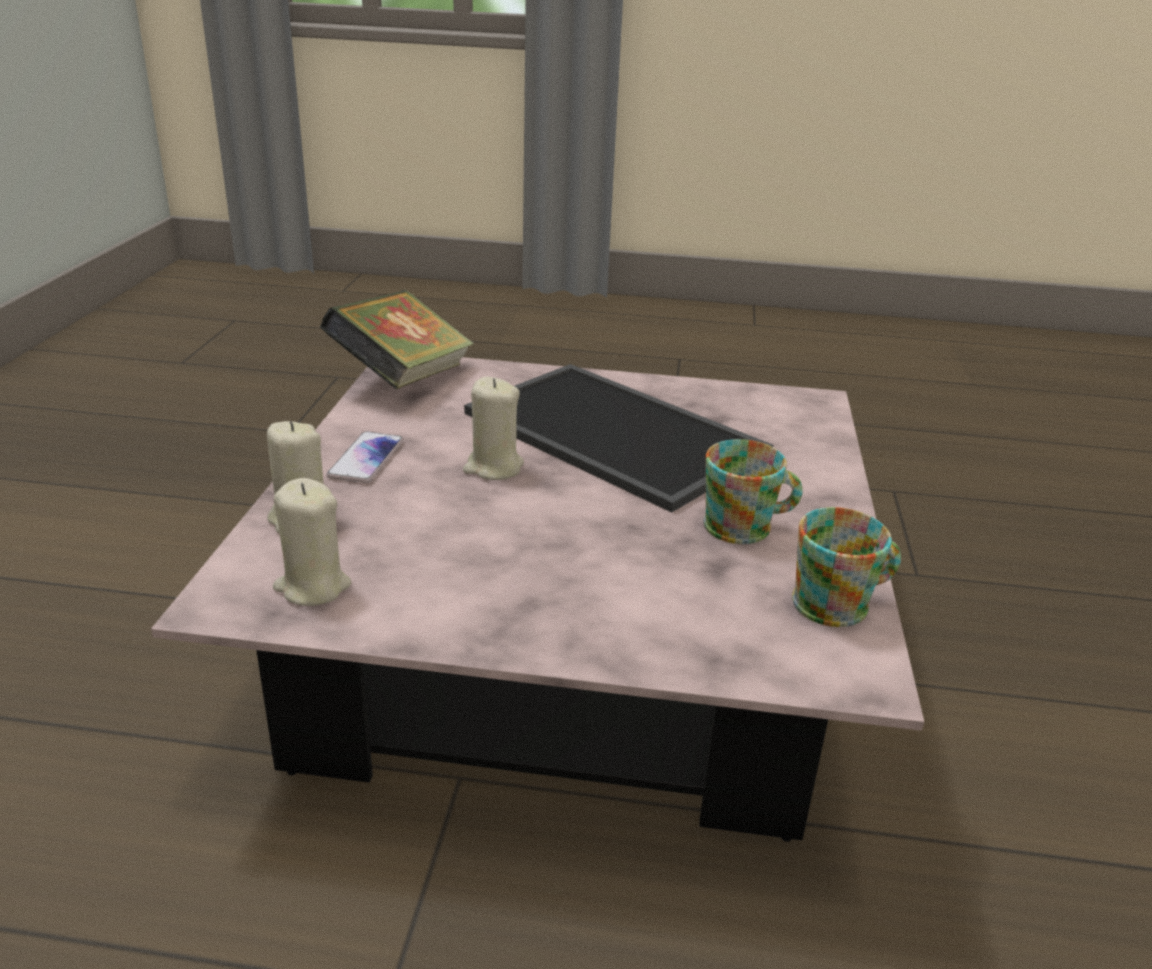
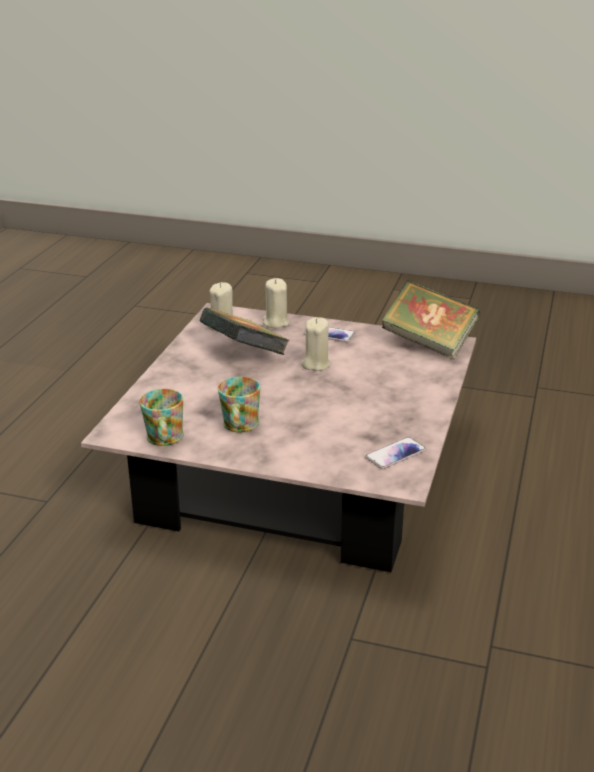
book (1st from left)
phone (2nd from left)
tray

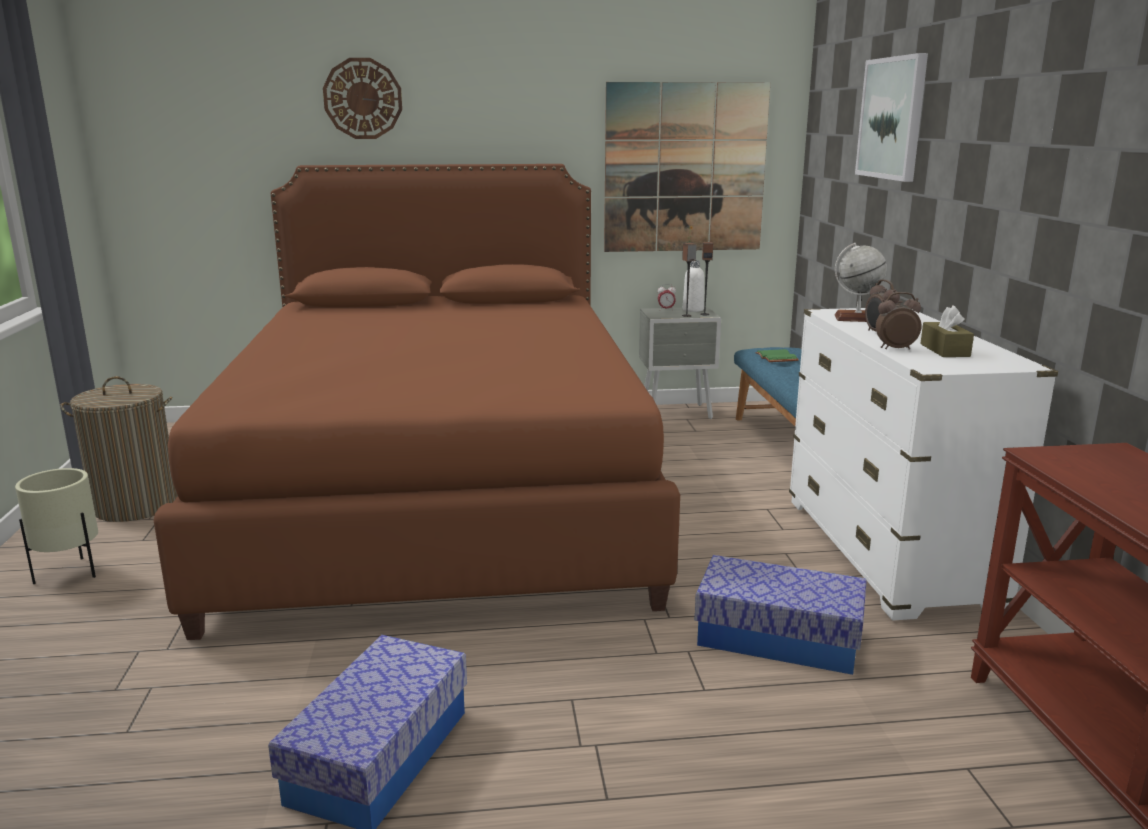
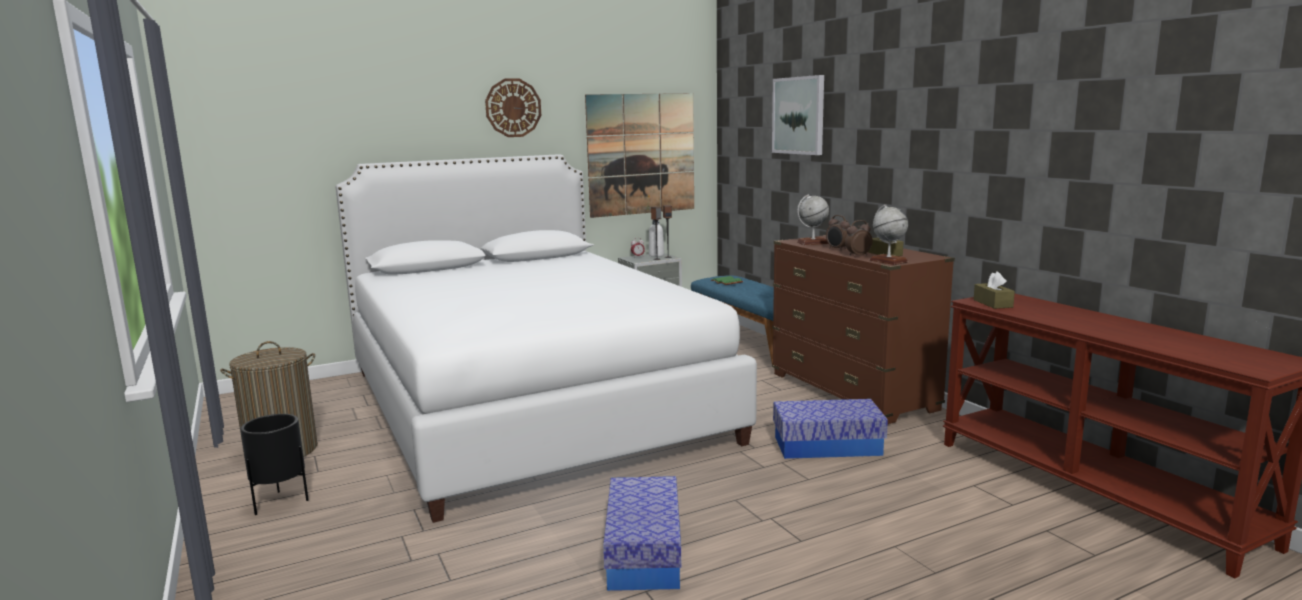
black planter
white bed
wall clock
brown dresser
globe (2nd from left)
brown tissue box (2nd from left)

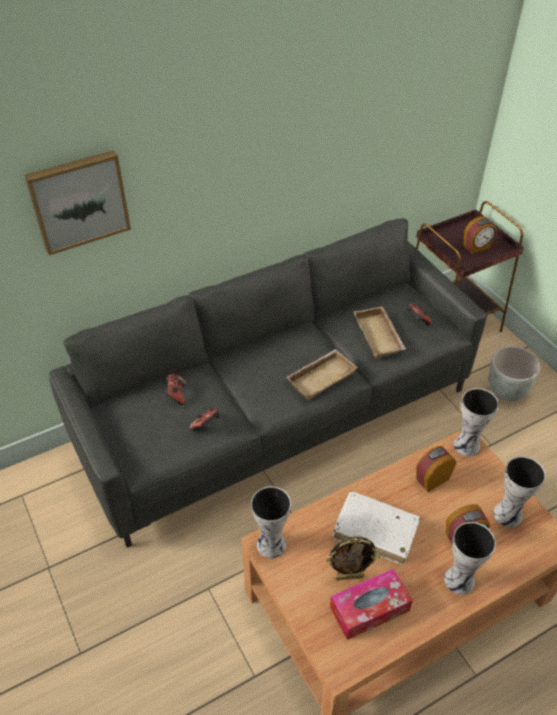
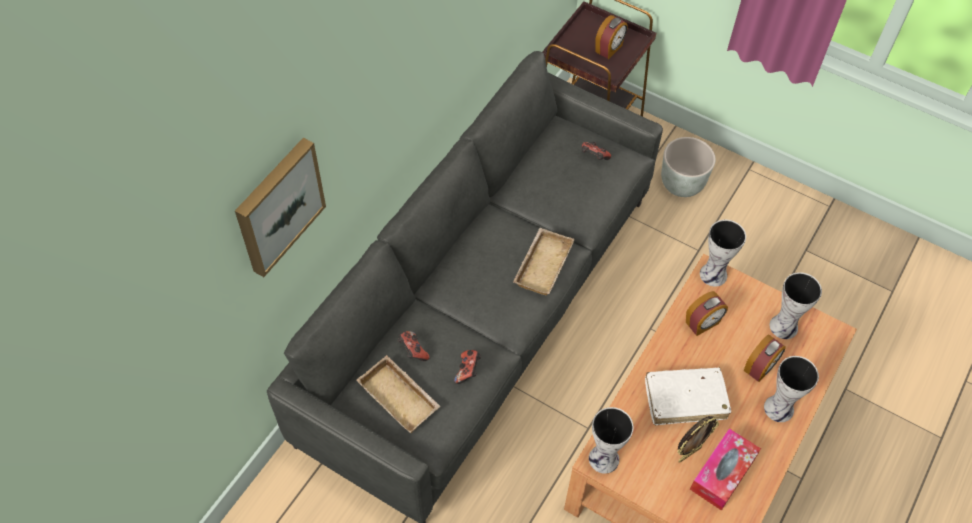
beige tray (1st from left)
alarm clock (2nd from left)

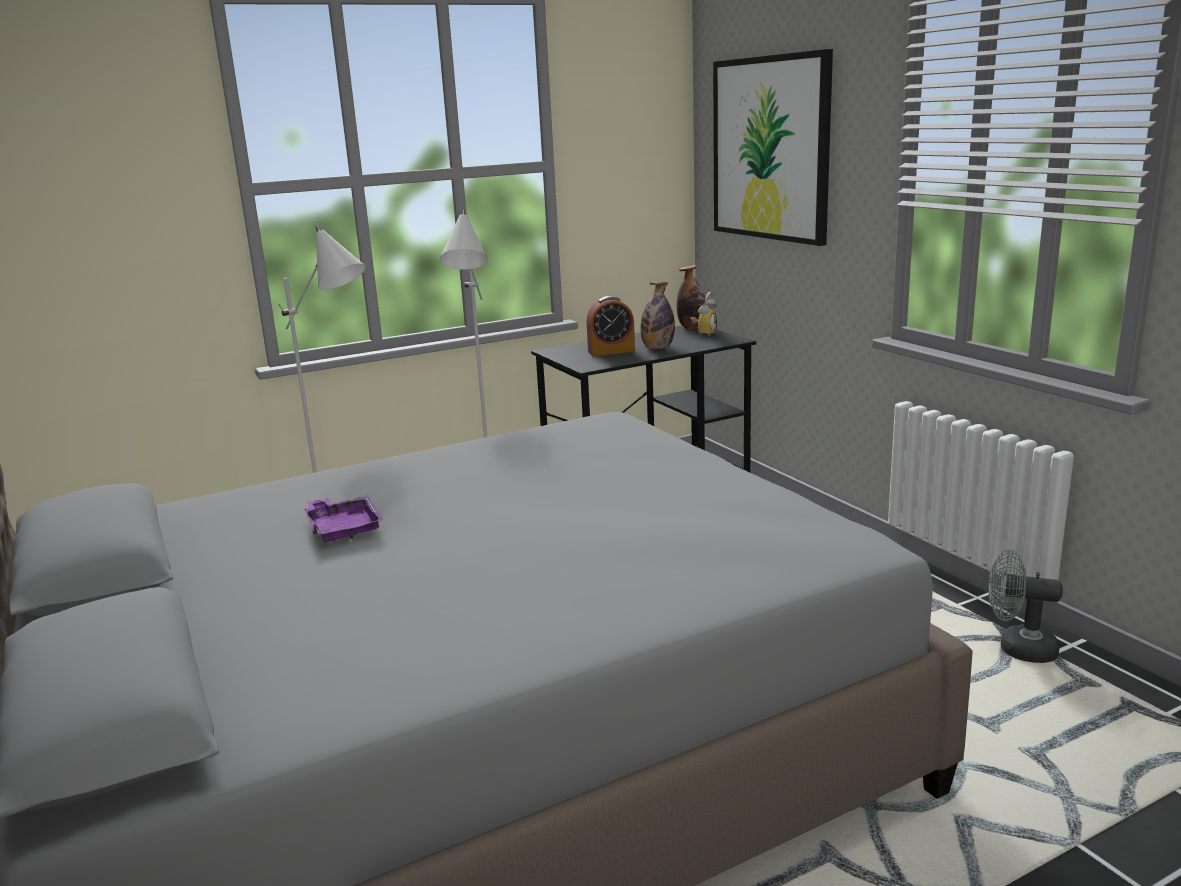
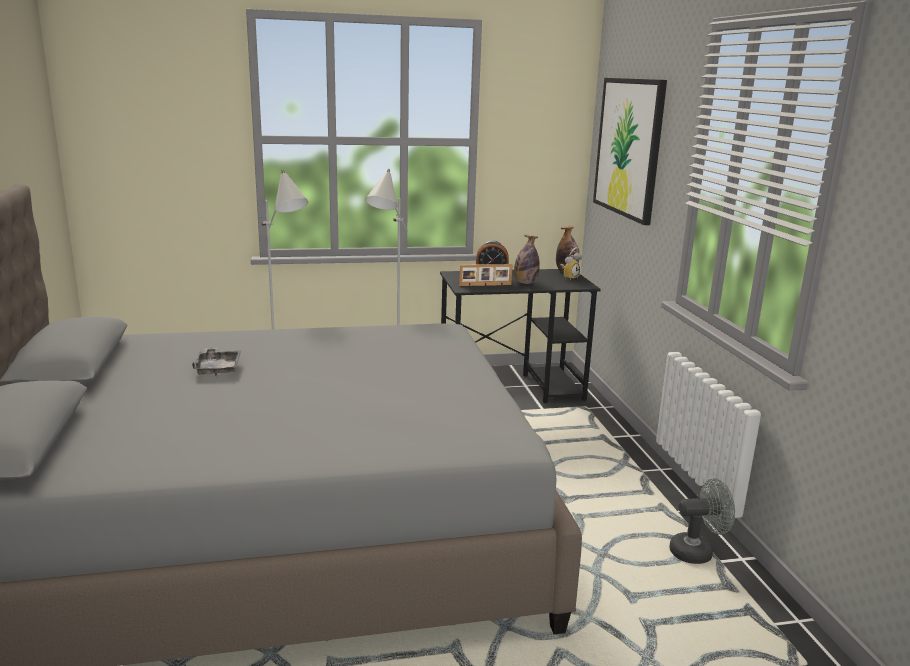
grey tray
picture frame
grey fan

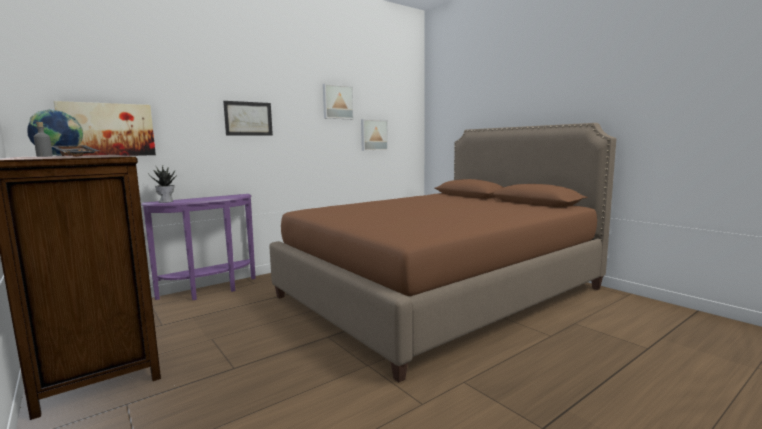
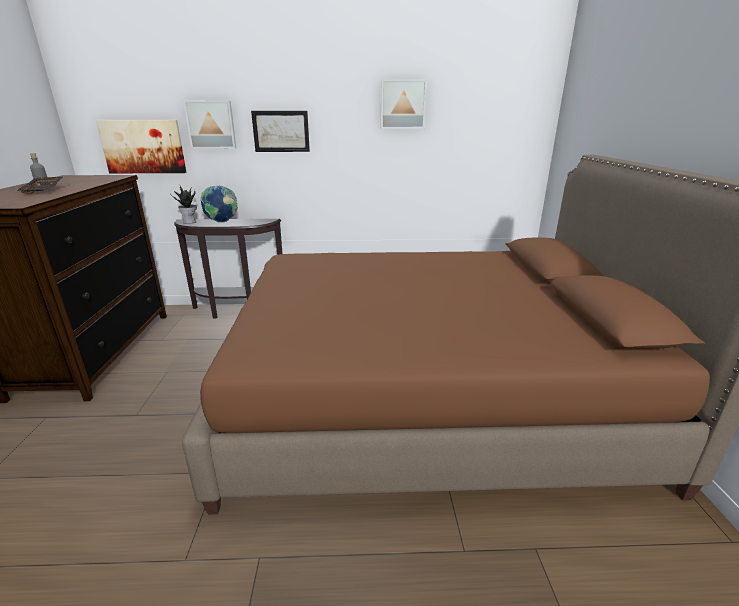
brown console table
picture (2nd from left)
globe

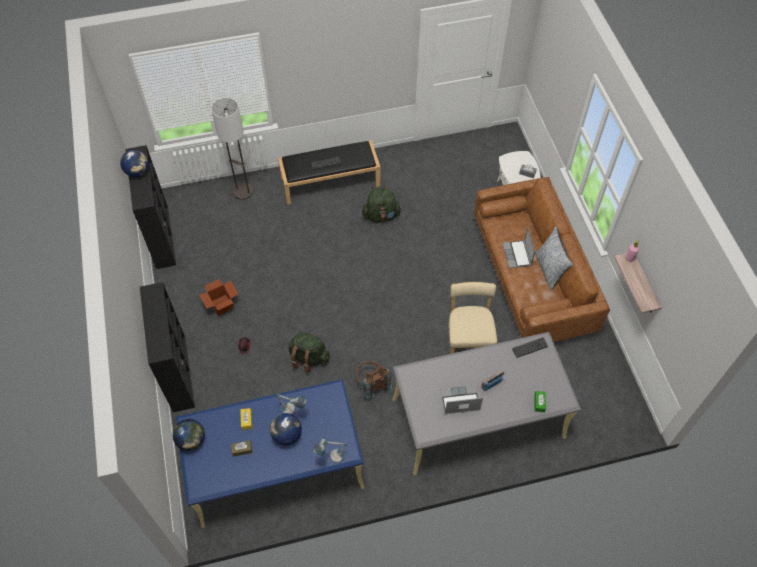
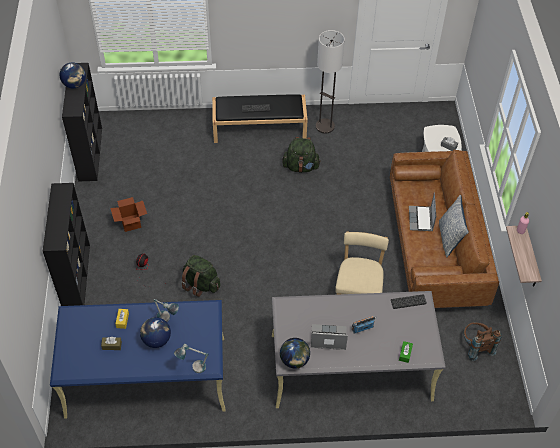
globe (3rd from left)
floor lamp
brown backpack

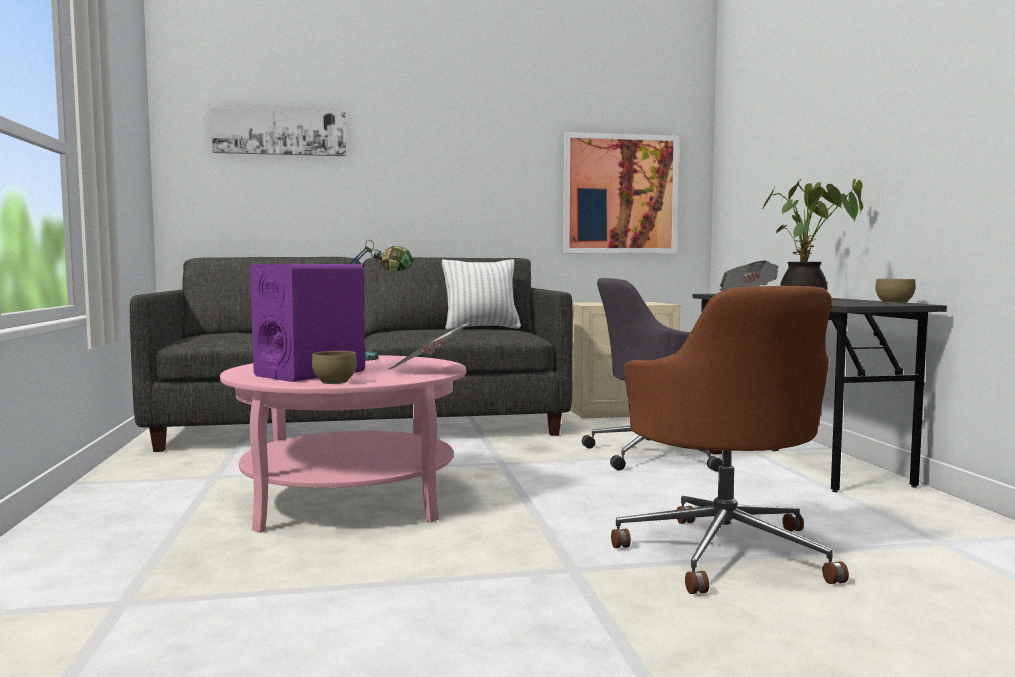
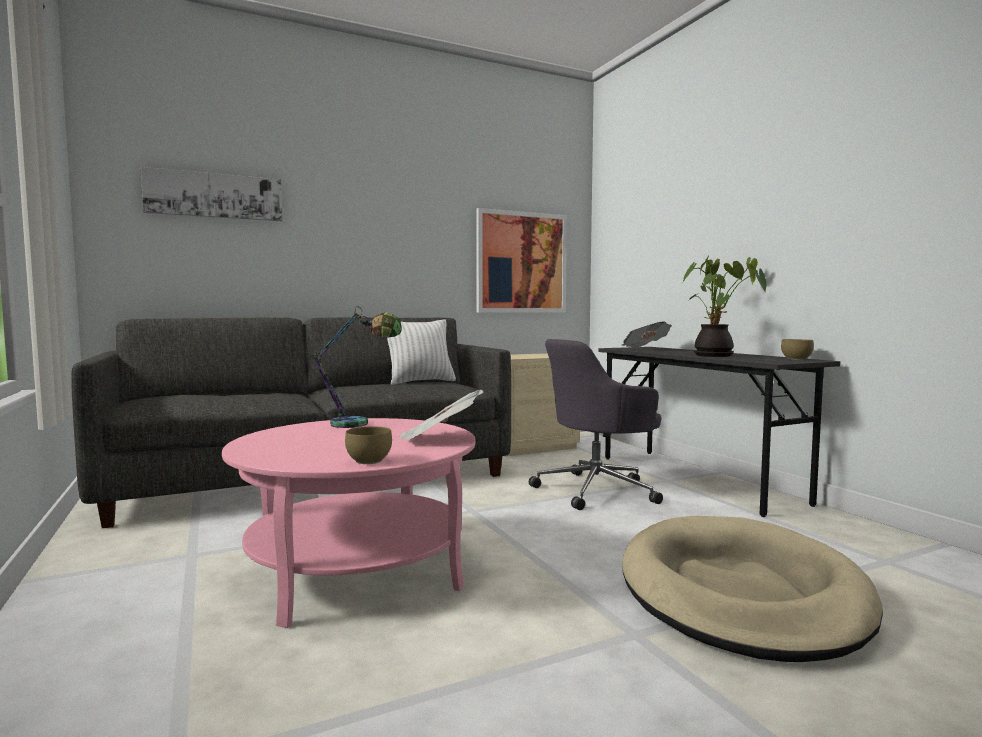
beige dog bed
purple speaker

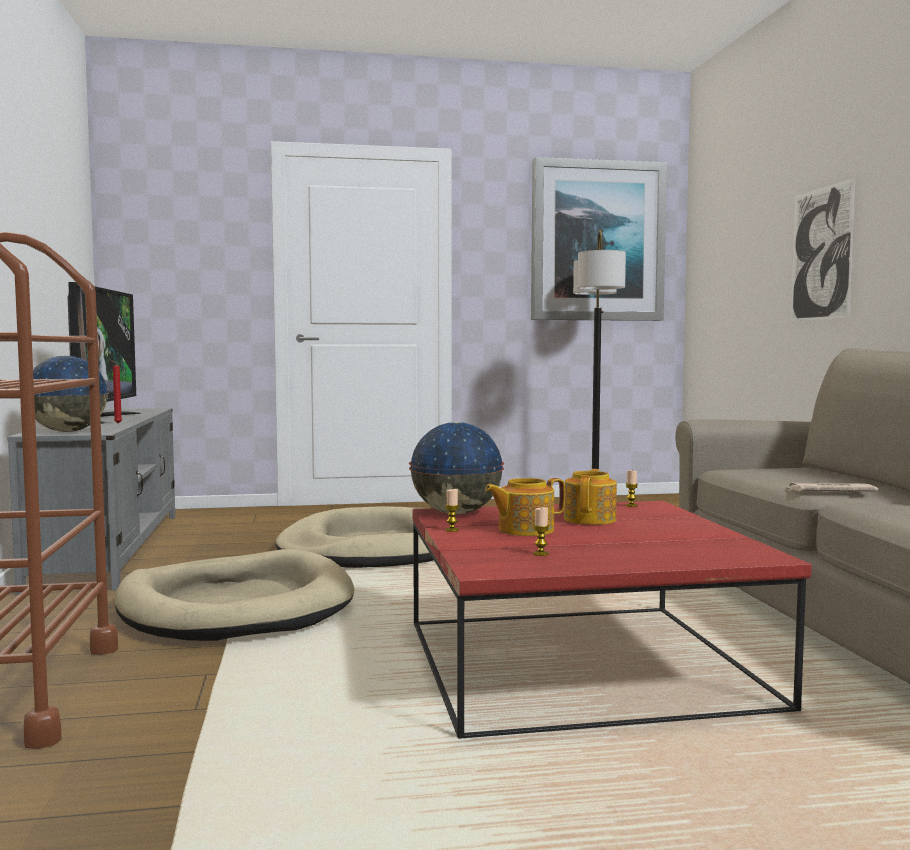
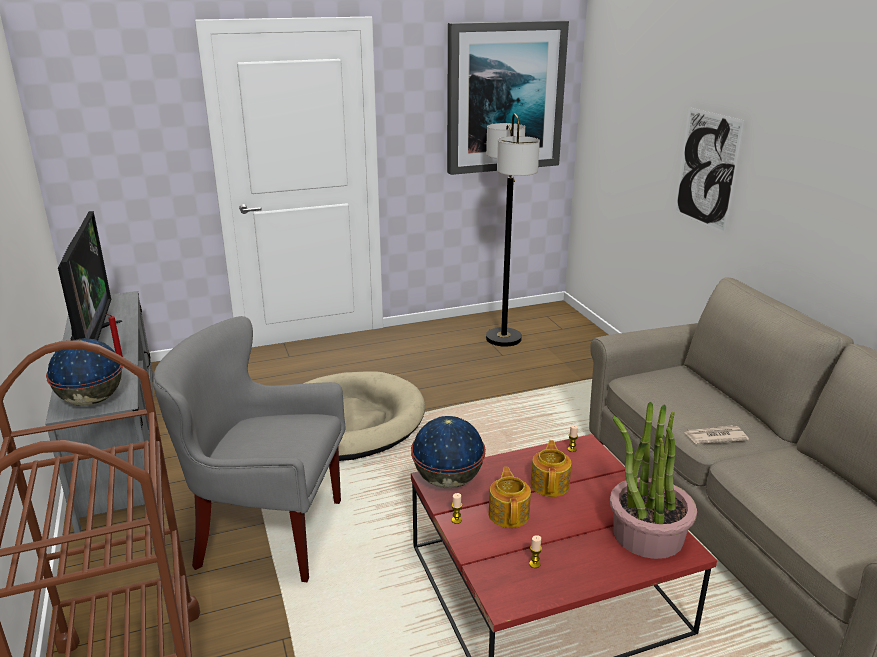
grey armchair
teapot (1st from left)
potted plant

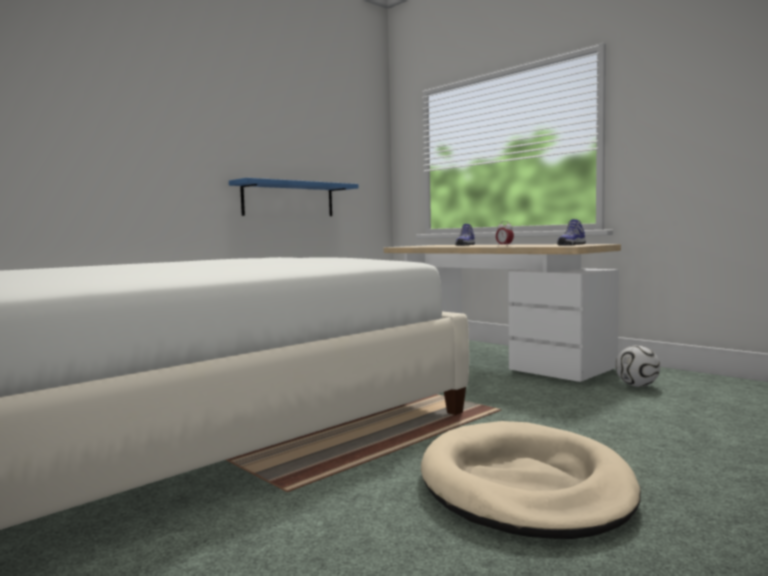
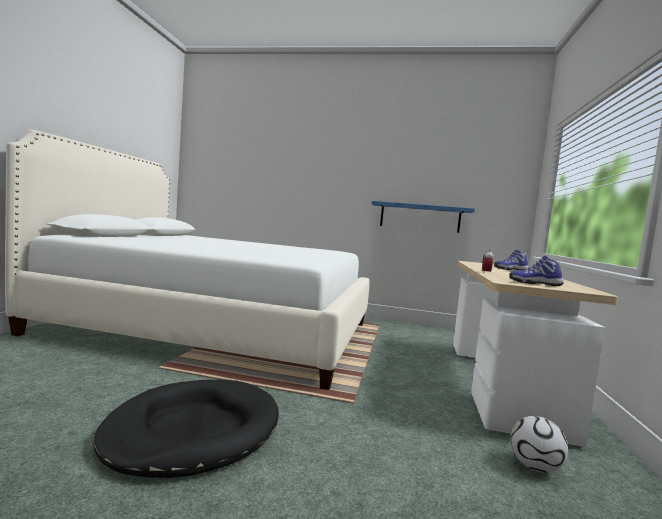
black dog bed

